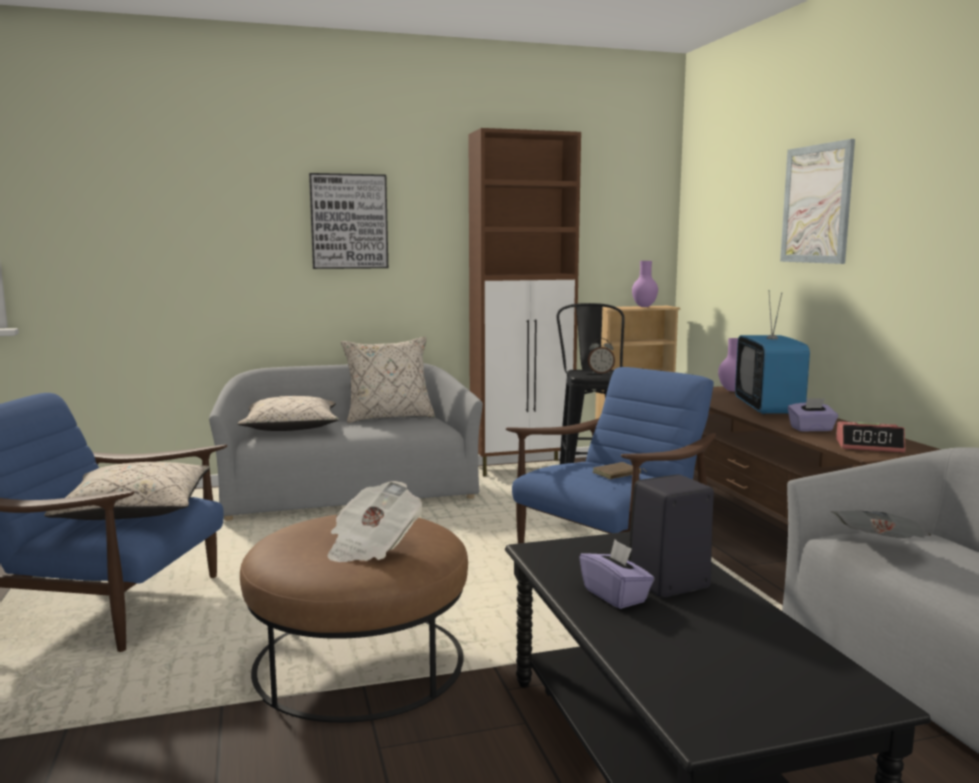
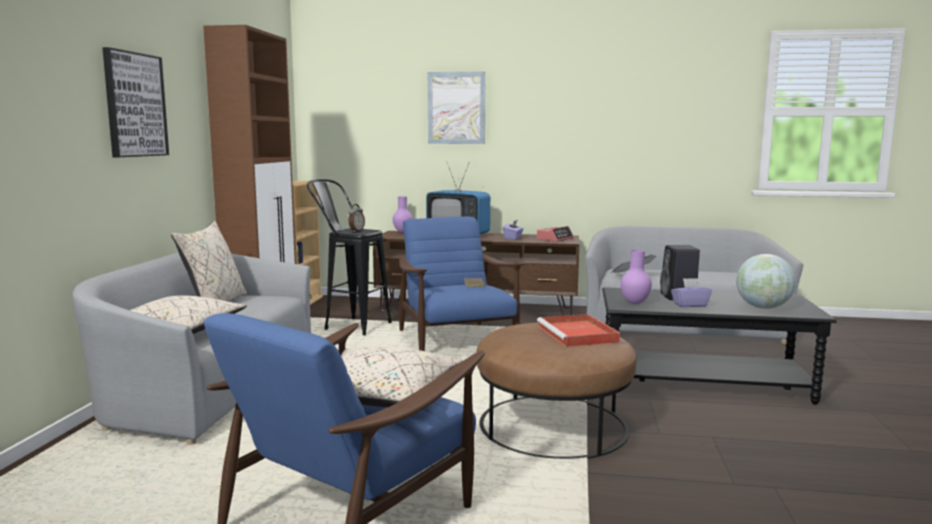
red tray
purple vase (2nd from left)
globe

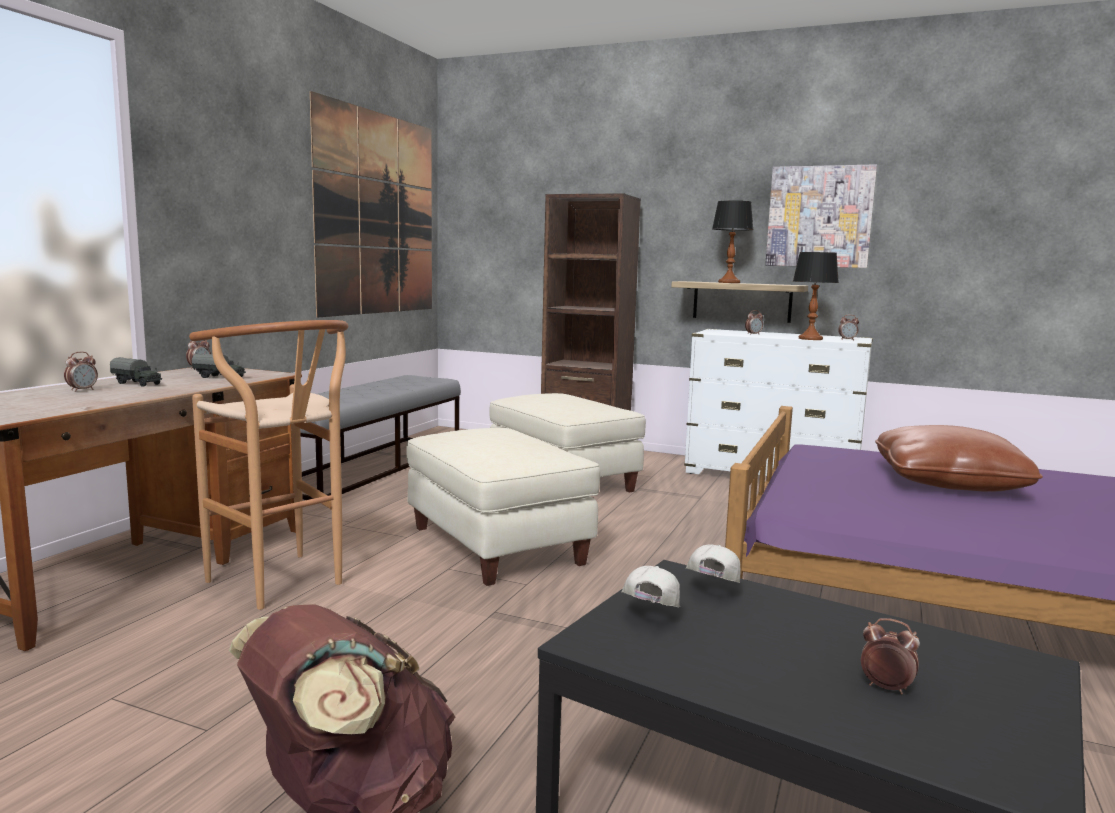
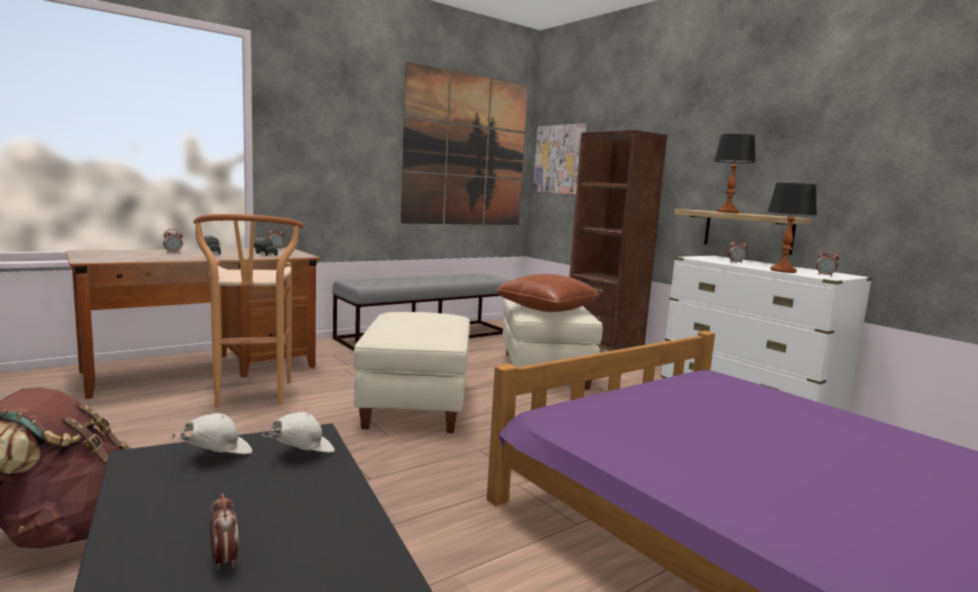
brown pillow
picture (2nd from left)

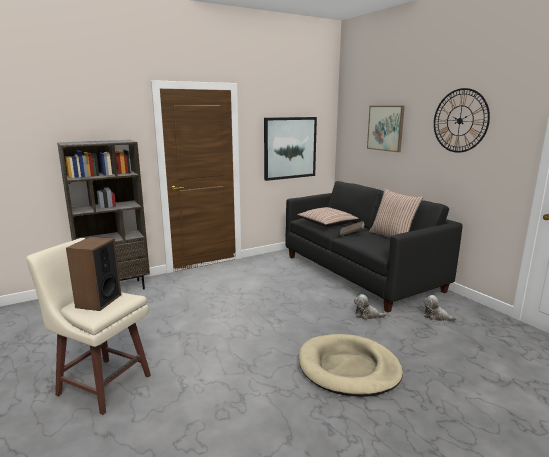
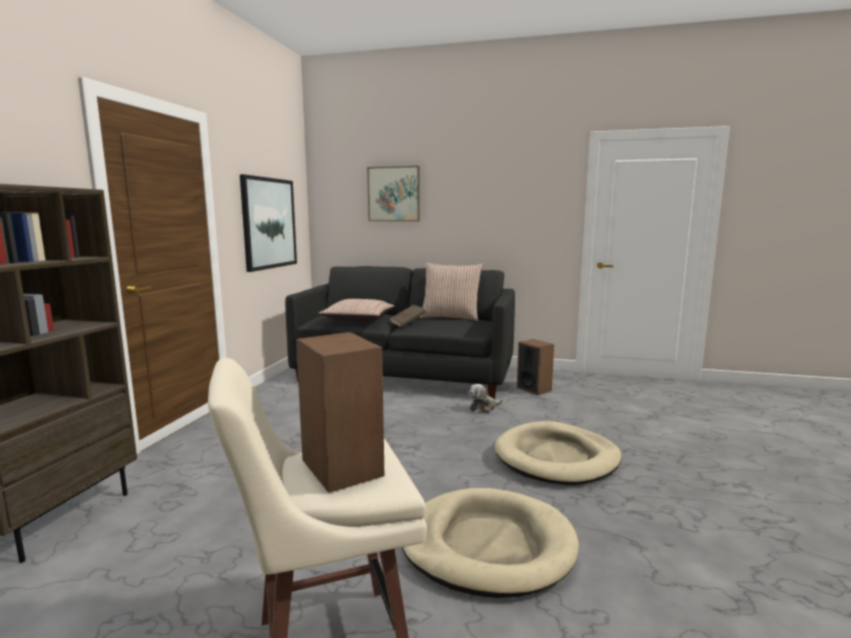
beige dog bed (1st from left)
speaker (2nd from left)
wall clock

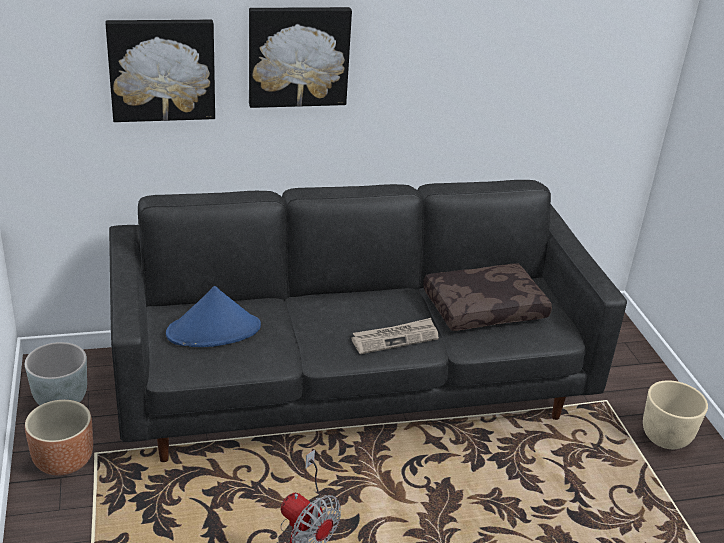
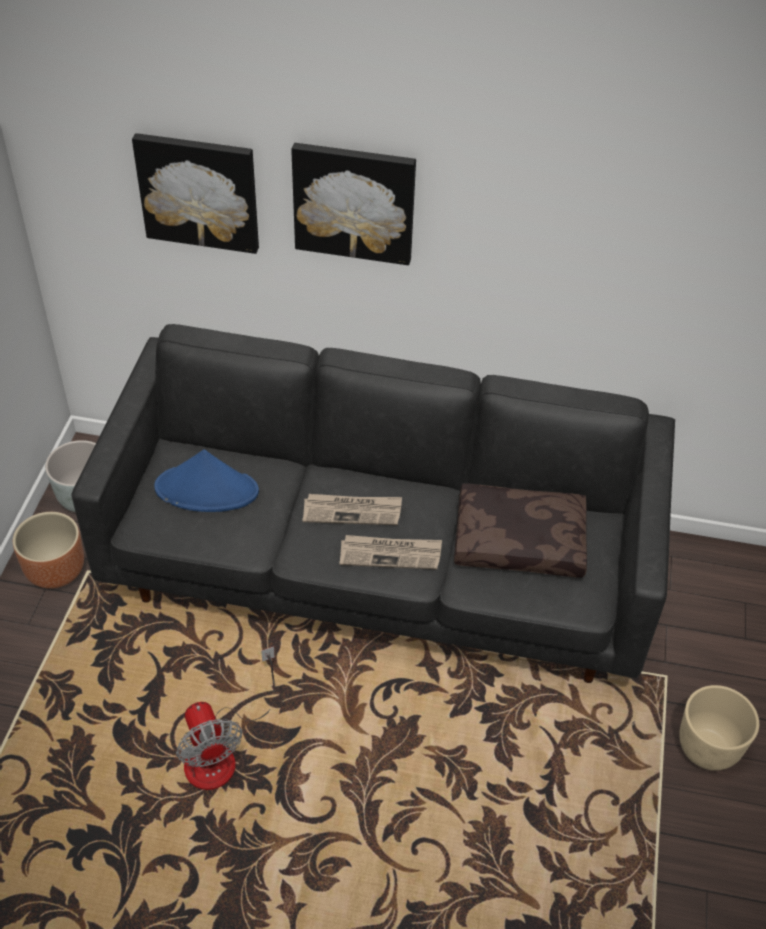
newspaper (1st from left)

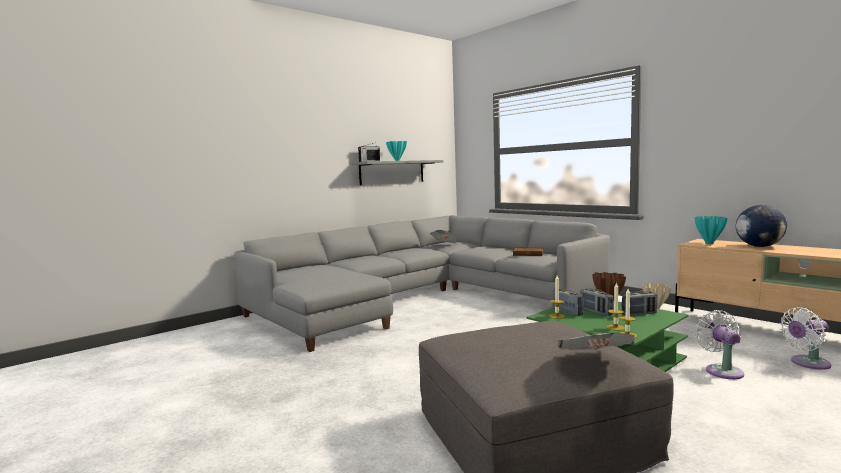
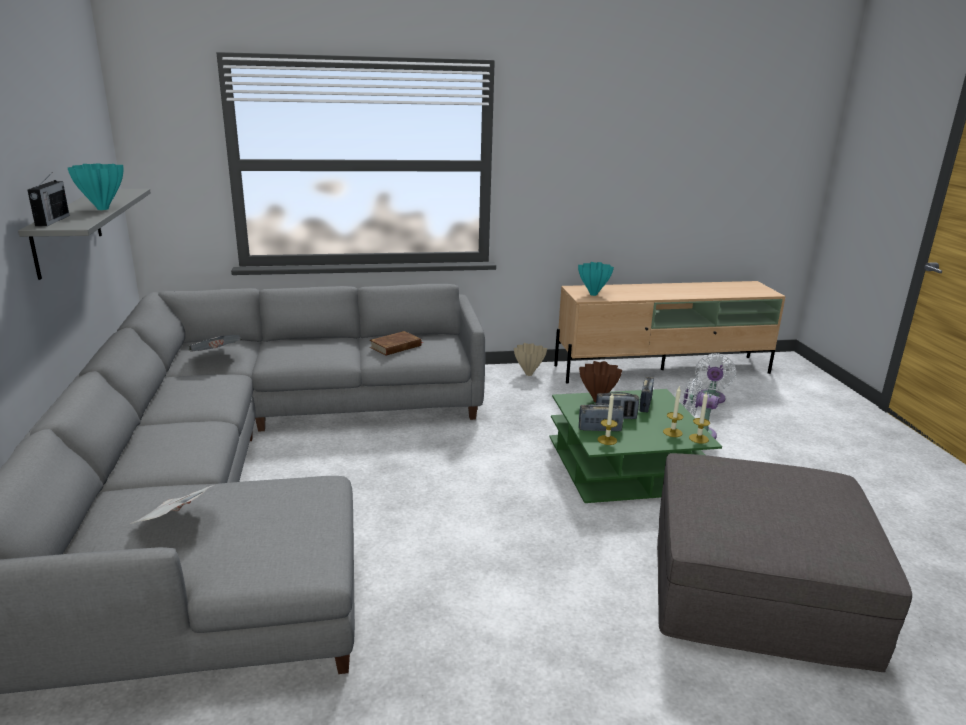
newspaper (1st from left)
globe

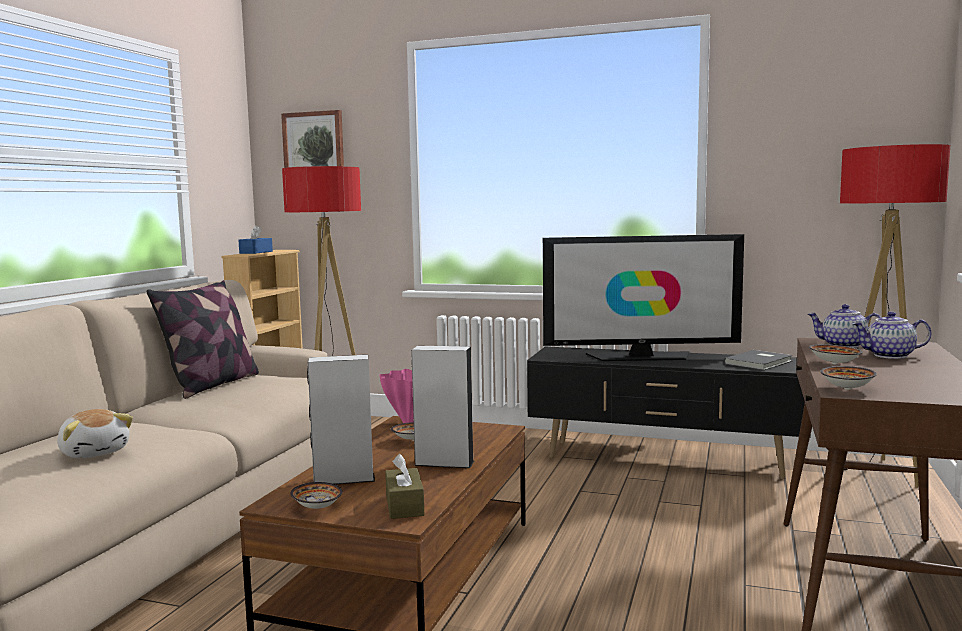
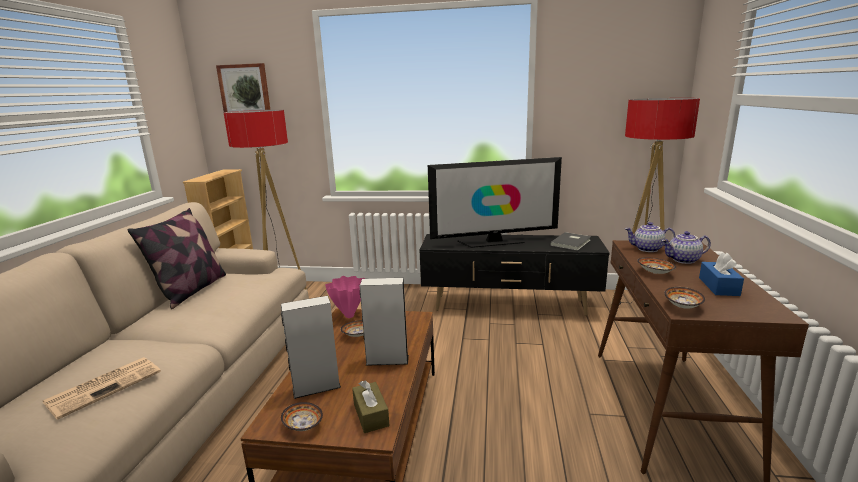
newspaper
blue tissue box

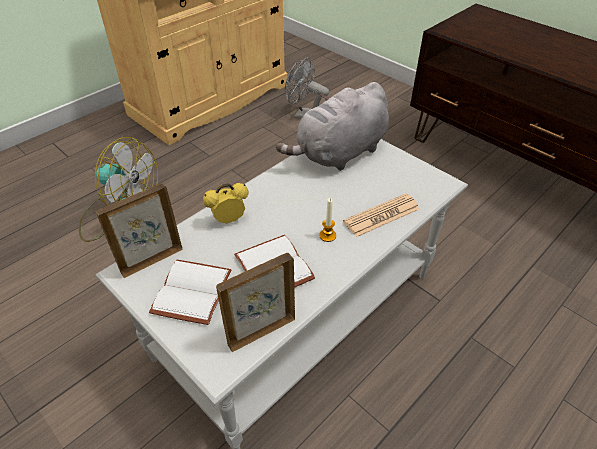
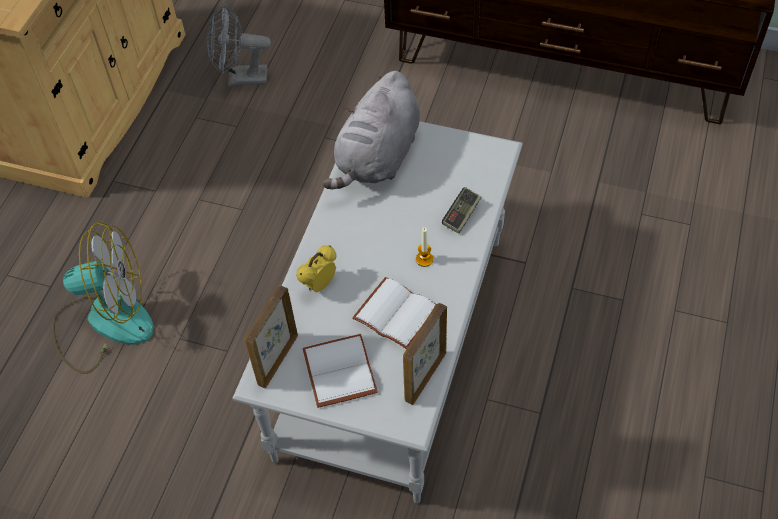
game controller

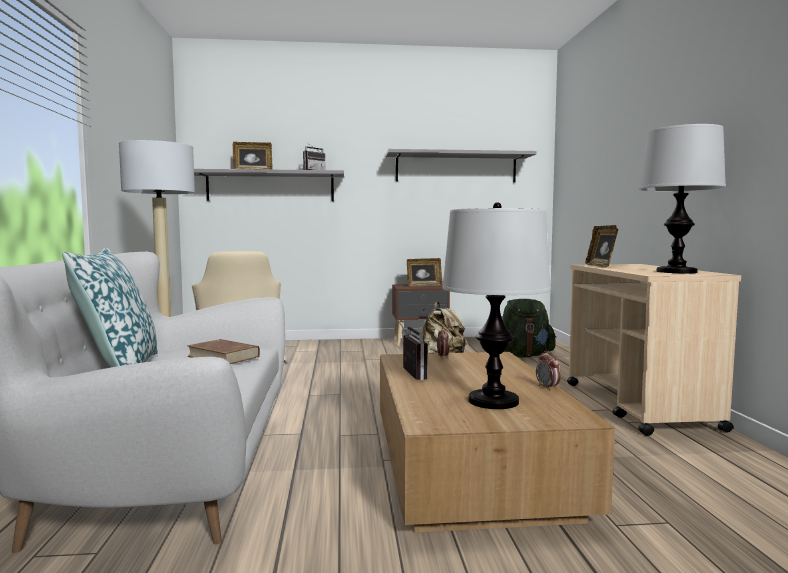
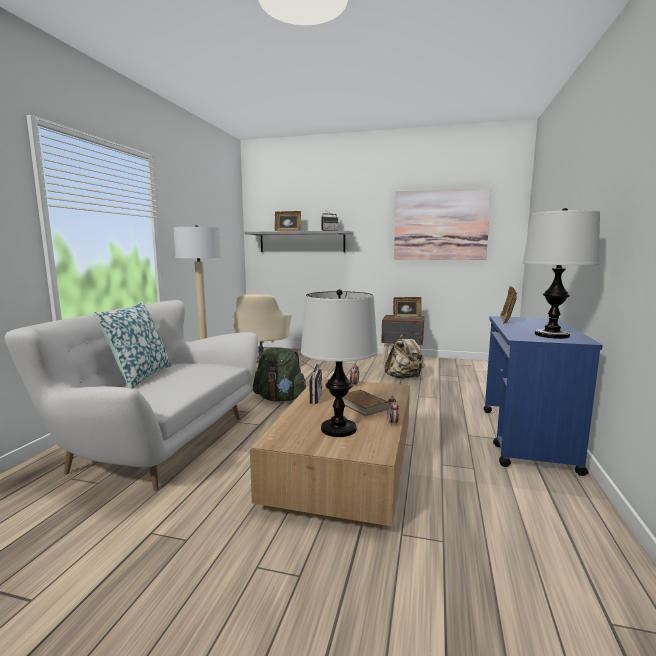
green backpack
brown book
picture
blue cart

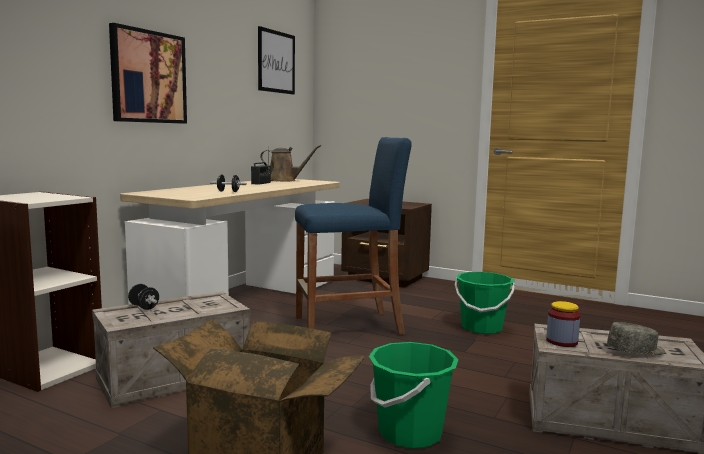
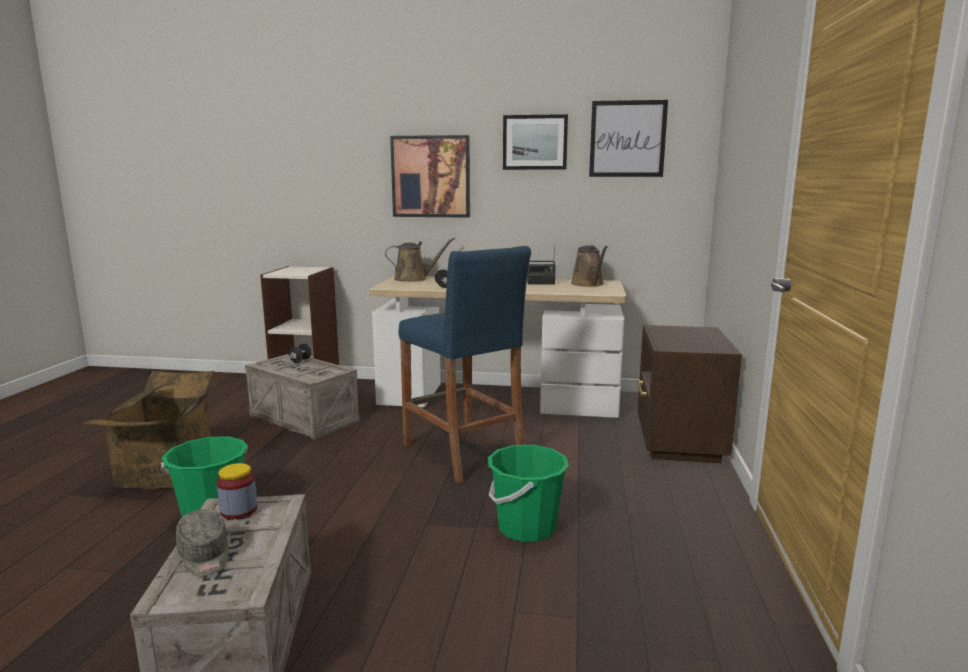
brown watering can (1st from left)
picture (2nd from left)

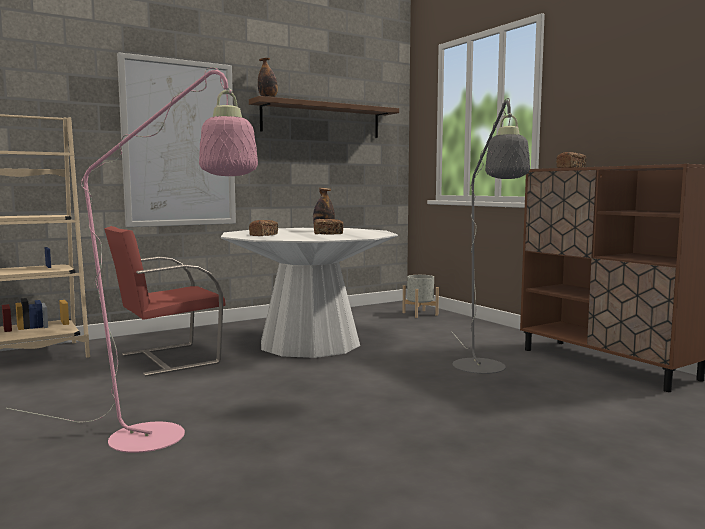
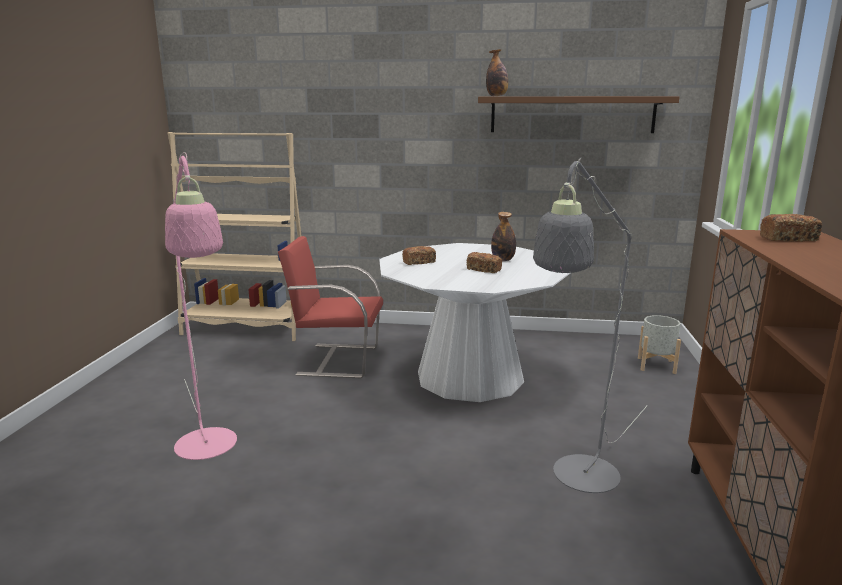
picture

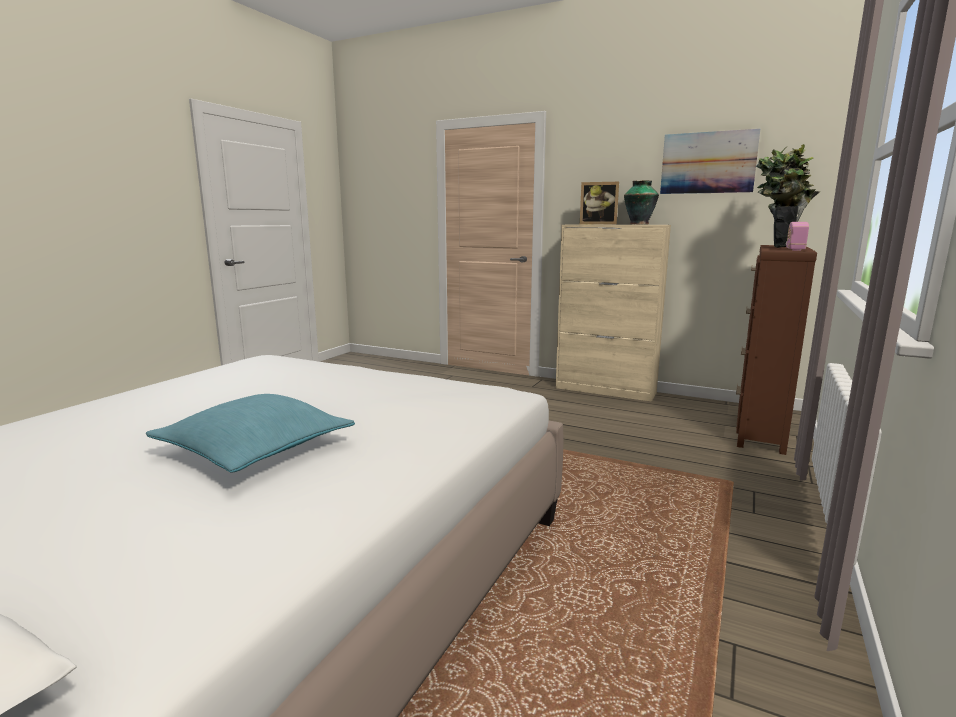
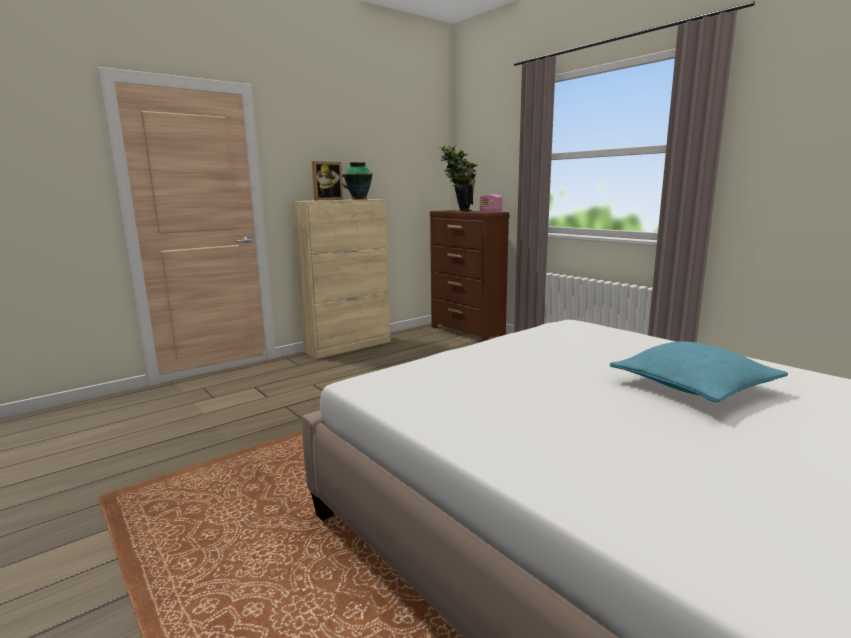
picture

